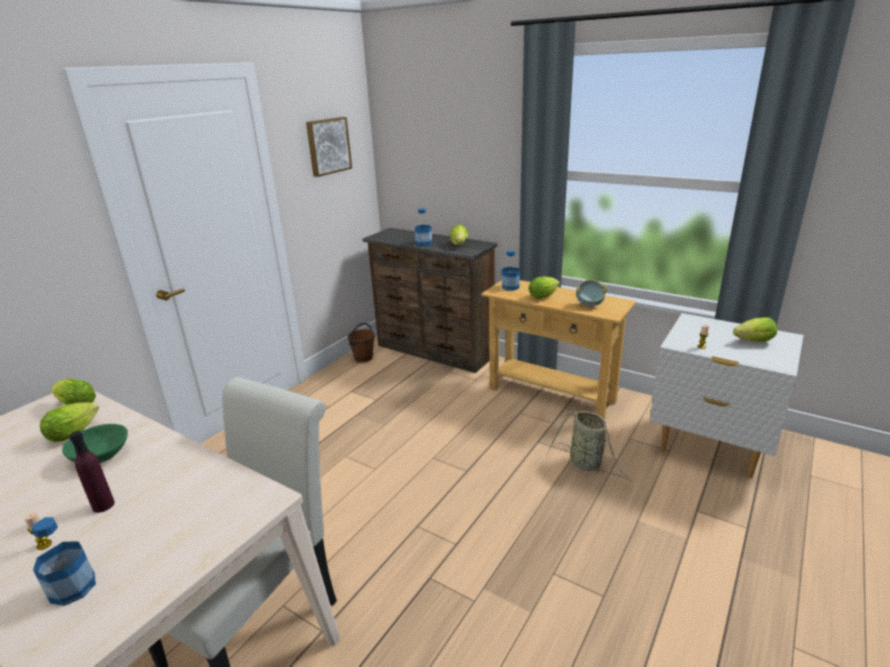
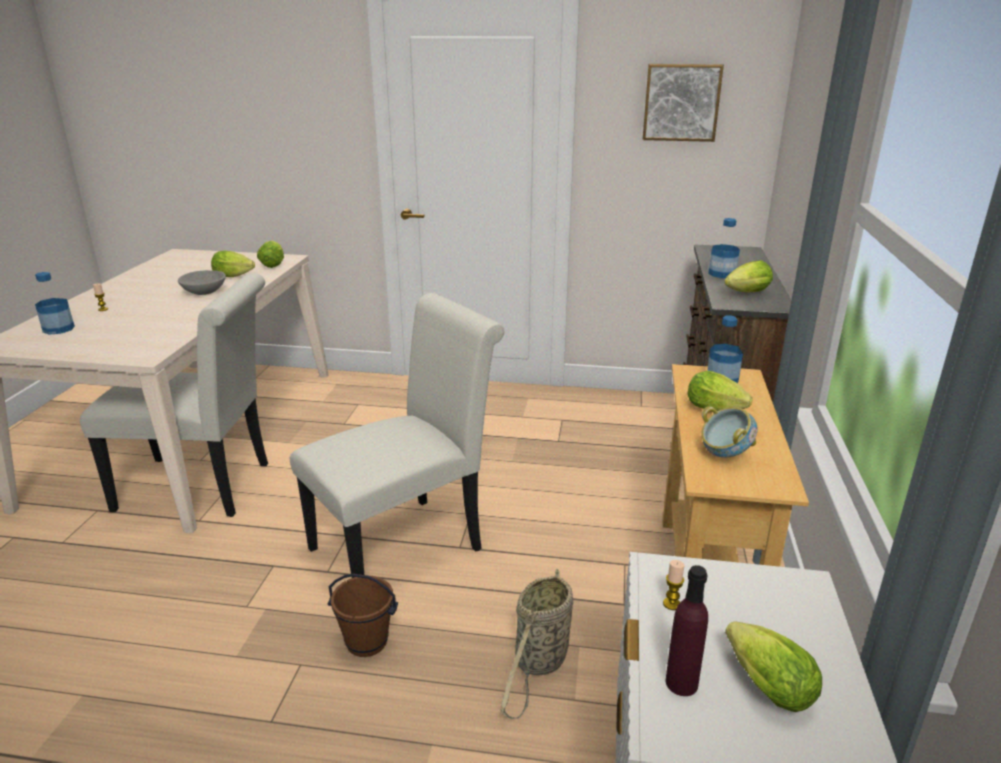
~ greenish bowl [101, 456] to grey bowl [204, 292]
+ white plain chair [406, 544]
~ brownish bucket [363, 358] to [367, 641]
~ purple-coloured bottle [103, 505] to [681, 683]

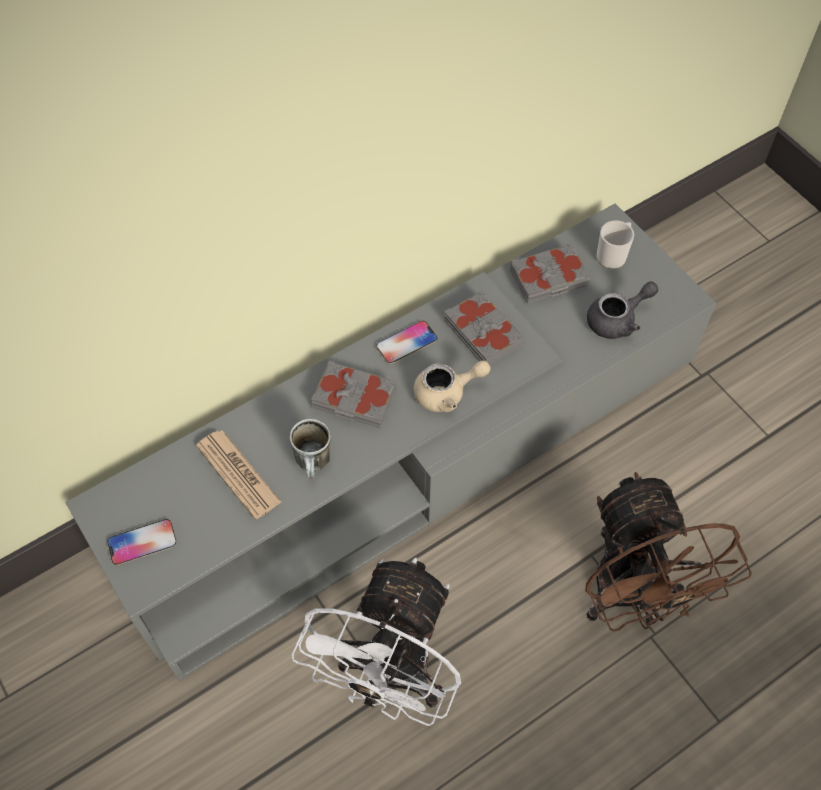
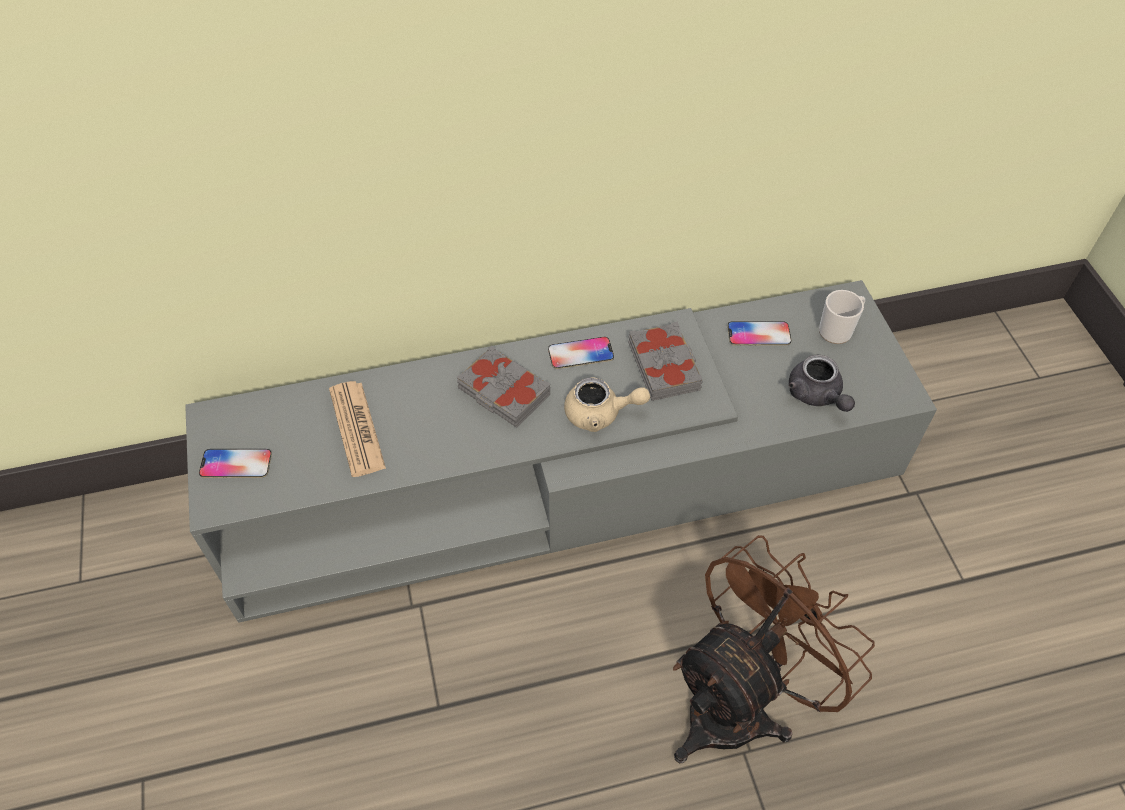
~ brownish fan [631, 597] = [739, 702] 135 degrees counterclockwise
~ grey volume [549, 279] to telephone [758, 334]
~ grey tea pot [617, 320] = [817, 395] 75 degrees clockwise
- mug [315, 465]
- white fan [390, 677]

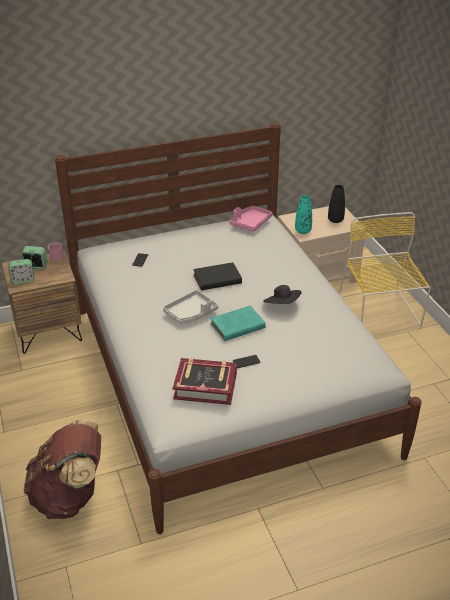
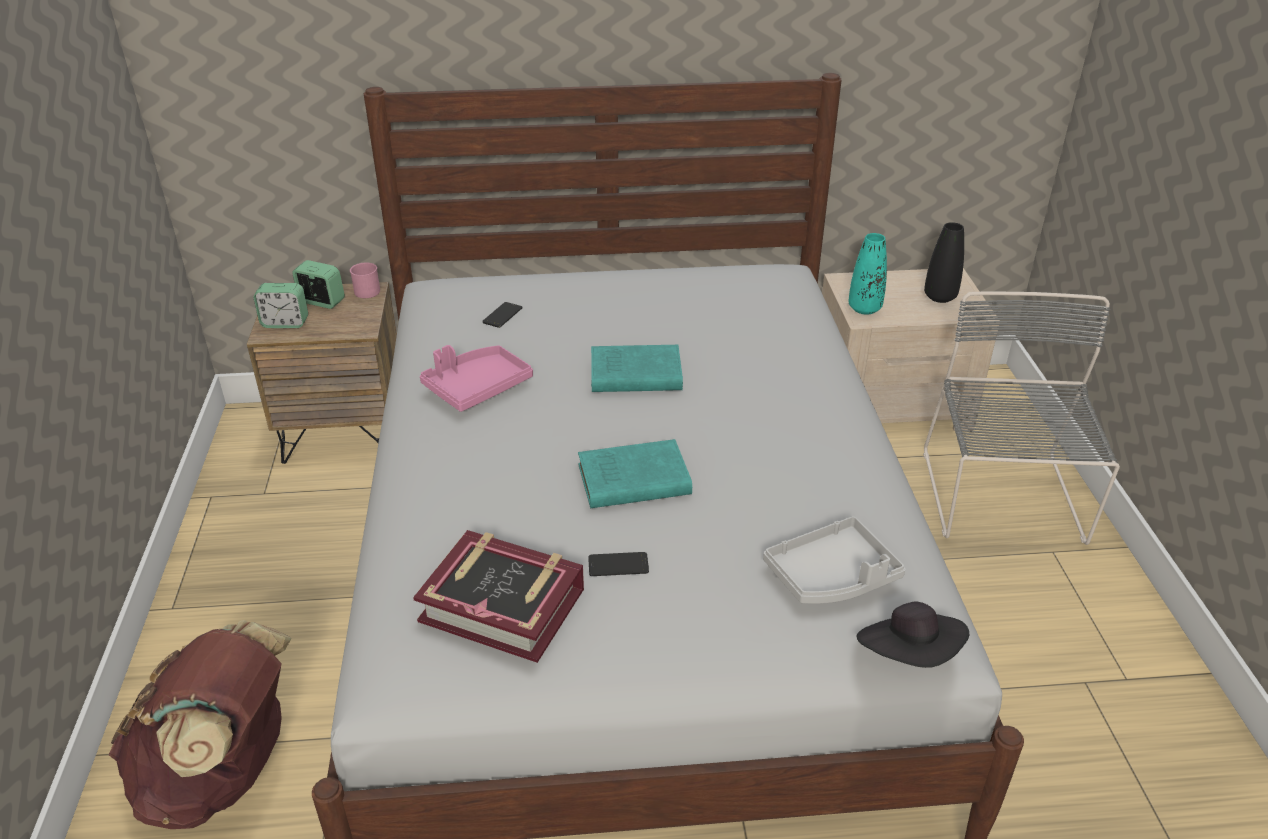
~ pink carrying tray [250, 223] to [477, 387]
~ blackish volume [216, 279] to turquoise-coloured volume [633, 374]
~ grey carrying tray [191, 313] to [832, 576]
~ blackish wearable hat [282, 305] to [909, 655]
~ yellowish plain chair [380, 312] to grey plain chair [1002, 500]

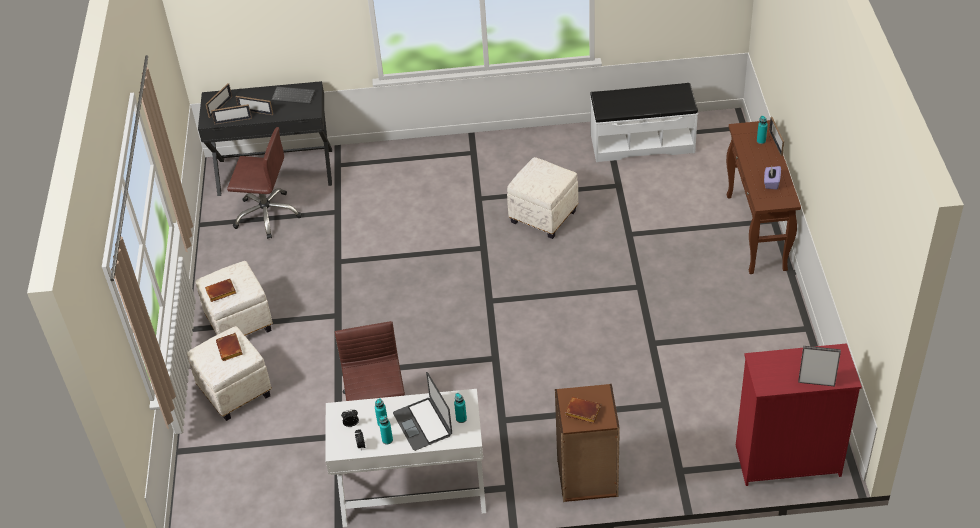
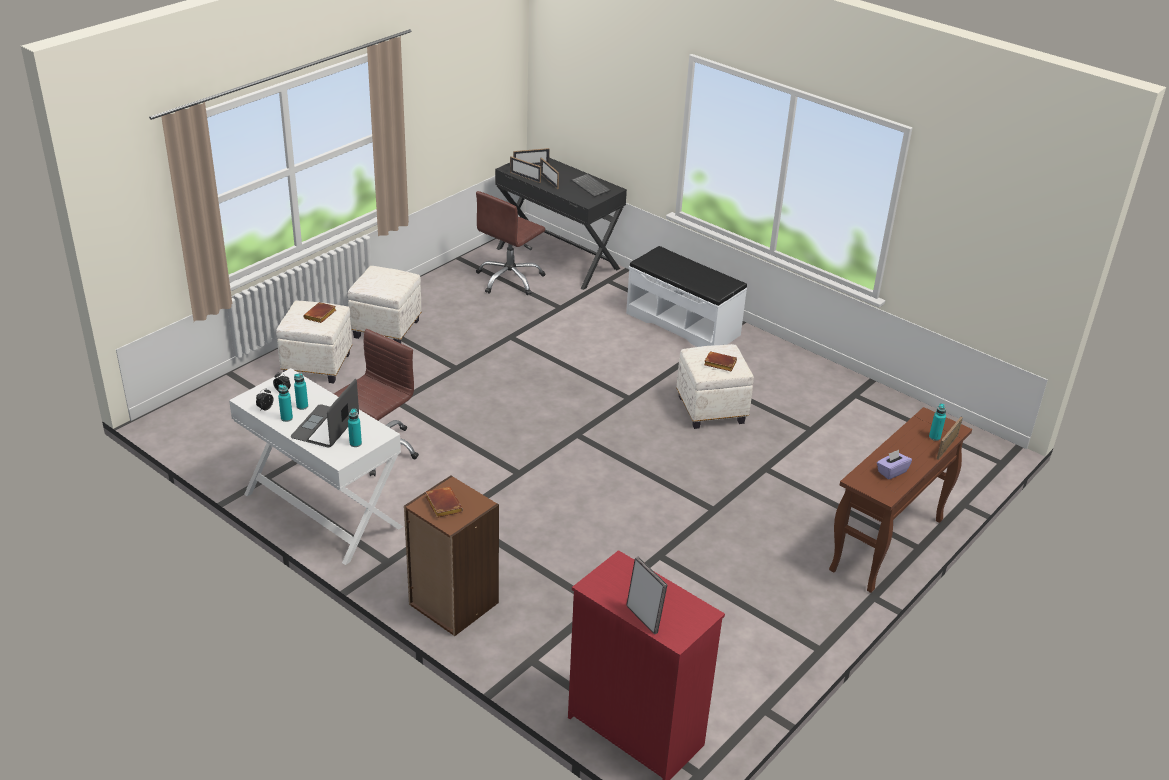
~ brownish desk chair [267, 215] = [510, 279] 75 degrees clockwise
~ white indoor bench [642, 142] to [683, 324]
~ brownish volume [220, 293] to [719, 364]

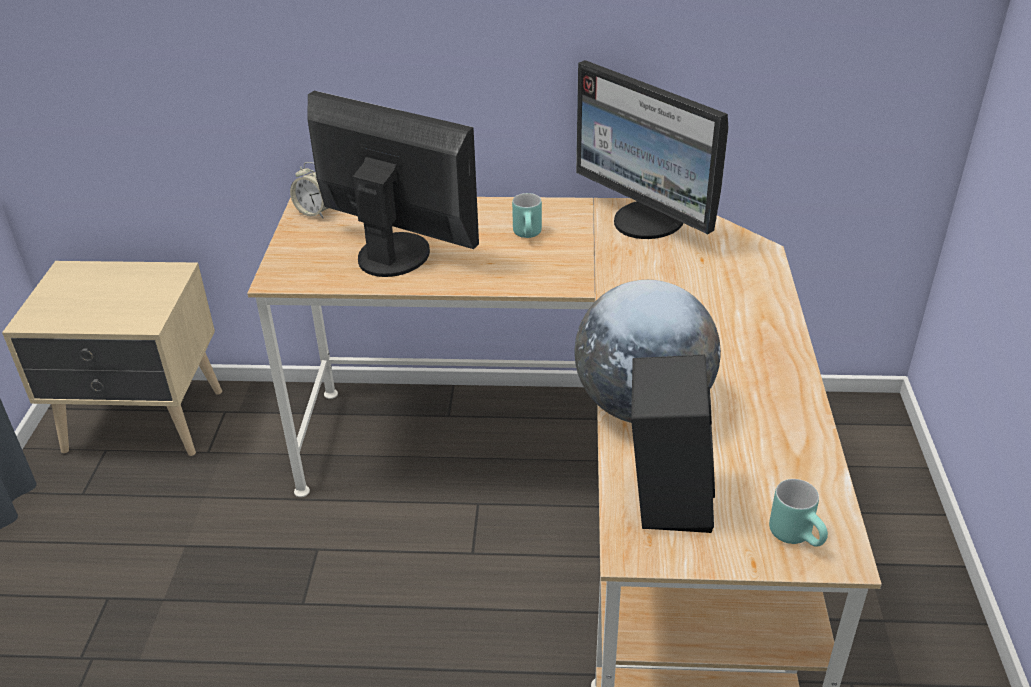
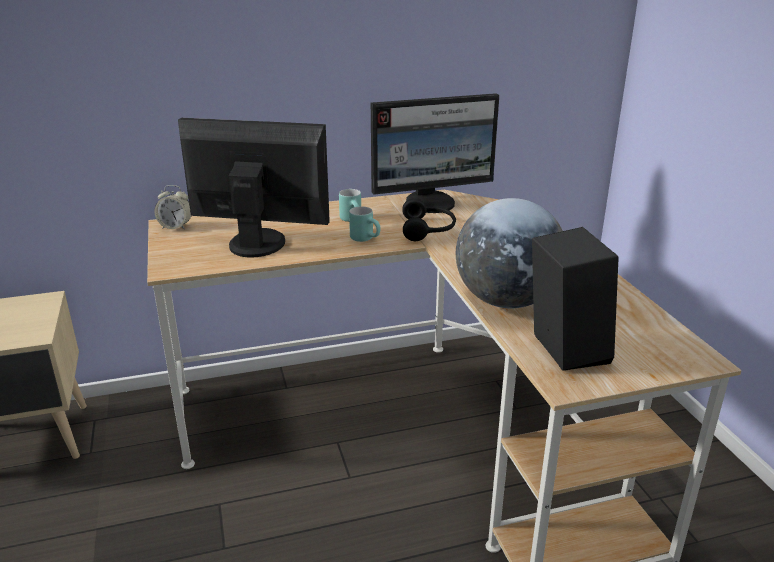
~ turquoise-coloured mug [798, 536] to [366, 239]
~ computer display [647, 222] = [431, 203] 45 degrees counterclockwise
+ blackish headset [428, 230]

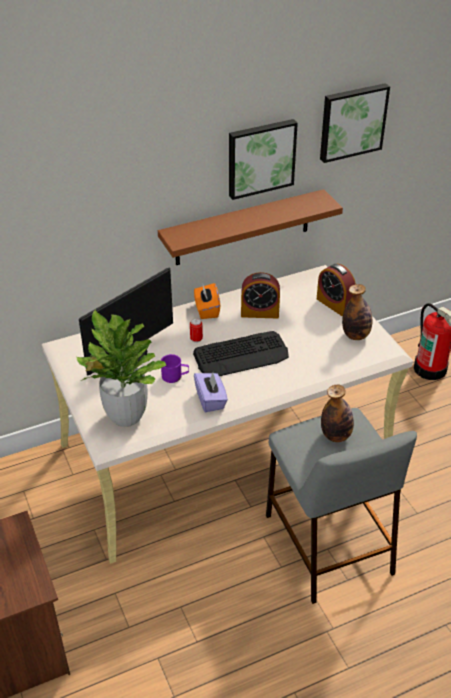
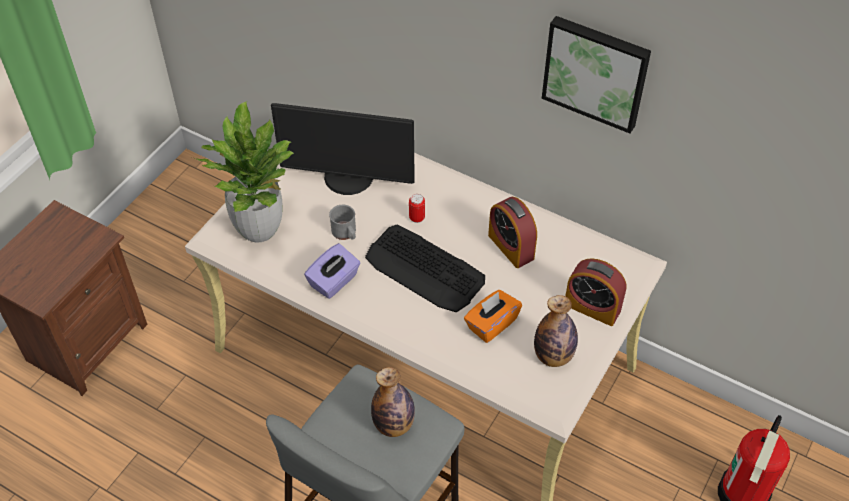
~ purple-coloured mug [175, 376] to grey mug [345, 233]
~ orange tissue holder [207, 310] to [491, 324]
~ bedside clock [334, 304] = [592, 307] 75 degrees counterclockwise
- brownish shelf [243, 228]
- wall picture [352, 121]

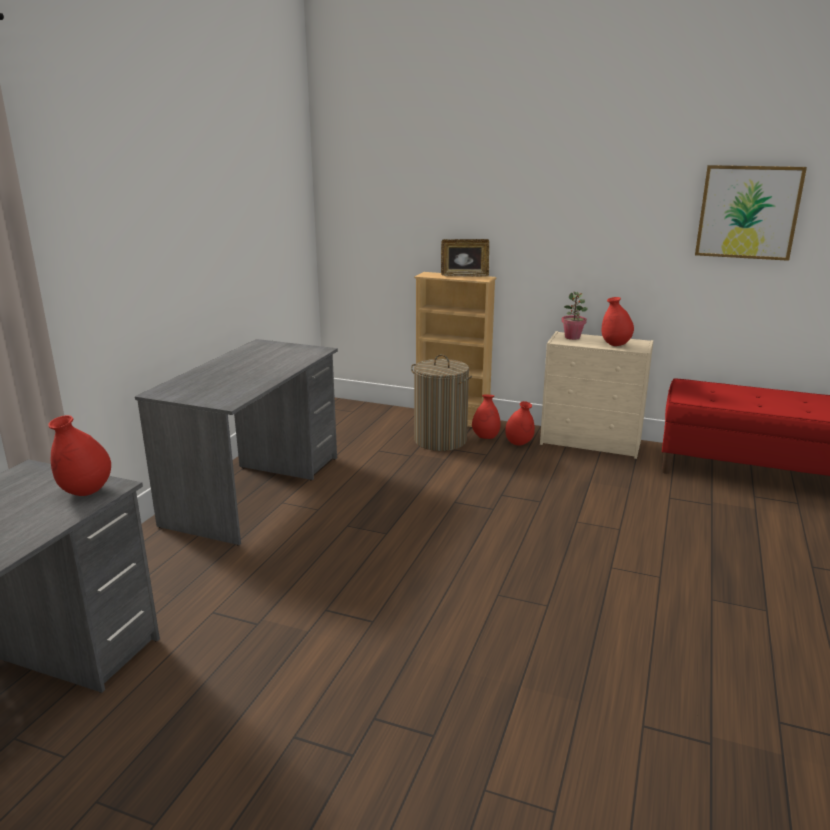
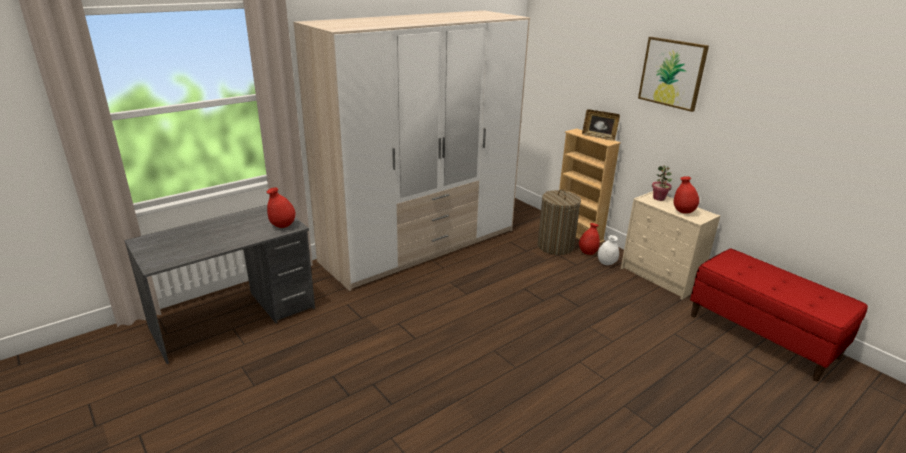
~ grey desk table [255, 490] to clothes cupboard [421, 246]
~ red flower vase [519, 443] to white flower vase [606, 263]
~ wall picture [748, 212] to [672, 73]

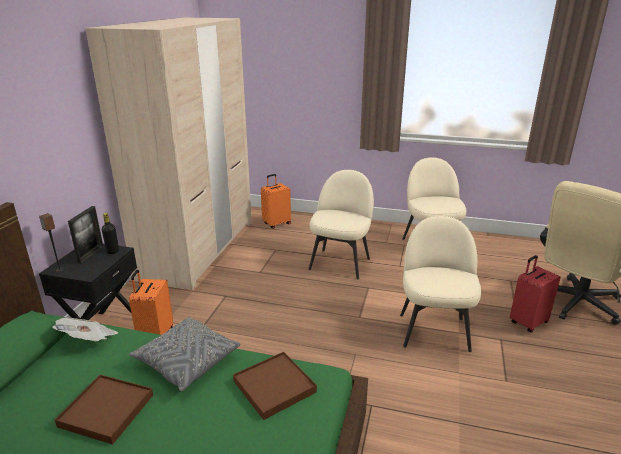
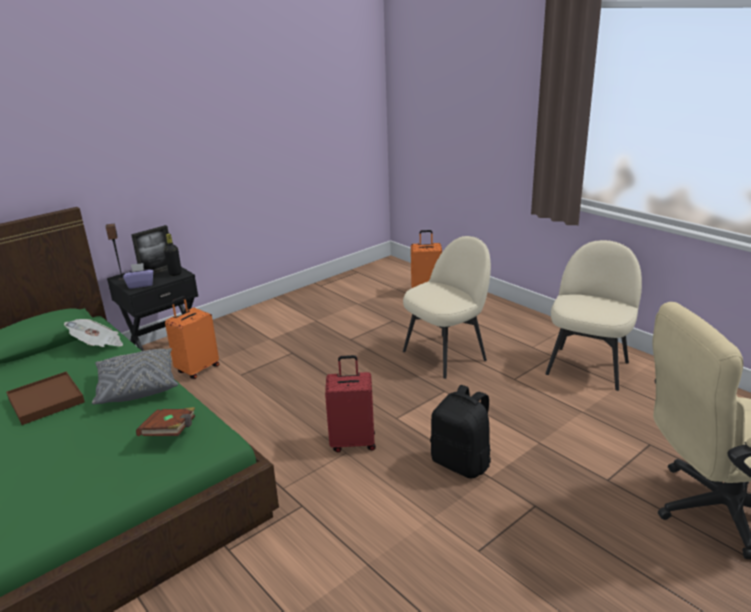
+ purple-coloured tissue holder [141, 284]
~ brownish carrying tray [274, 386] to brownish volume [171, 432]
~ red piece of luggage [527, 322] to [353, 442]
~ beige-coloured plain chair [433, 330] to blackish rucksack [462, 463]
- beige-coloured clothes cupboard [198, 248]

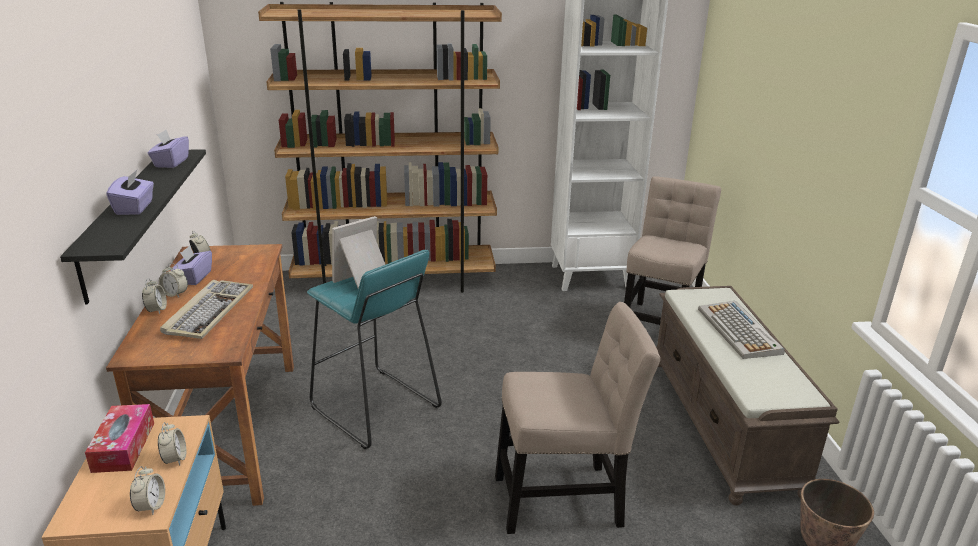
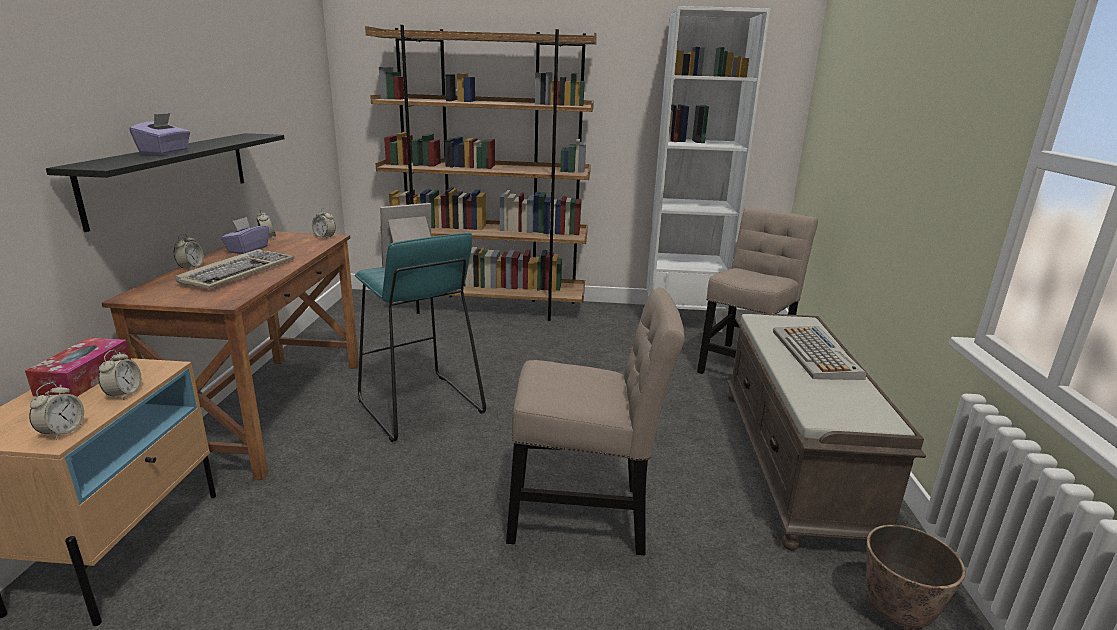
~ bedside clock [175, 294] to [325, 237]
- purple-coloured tissue holder [171, 163]

